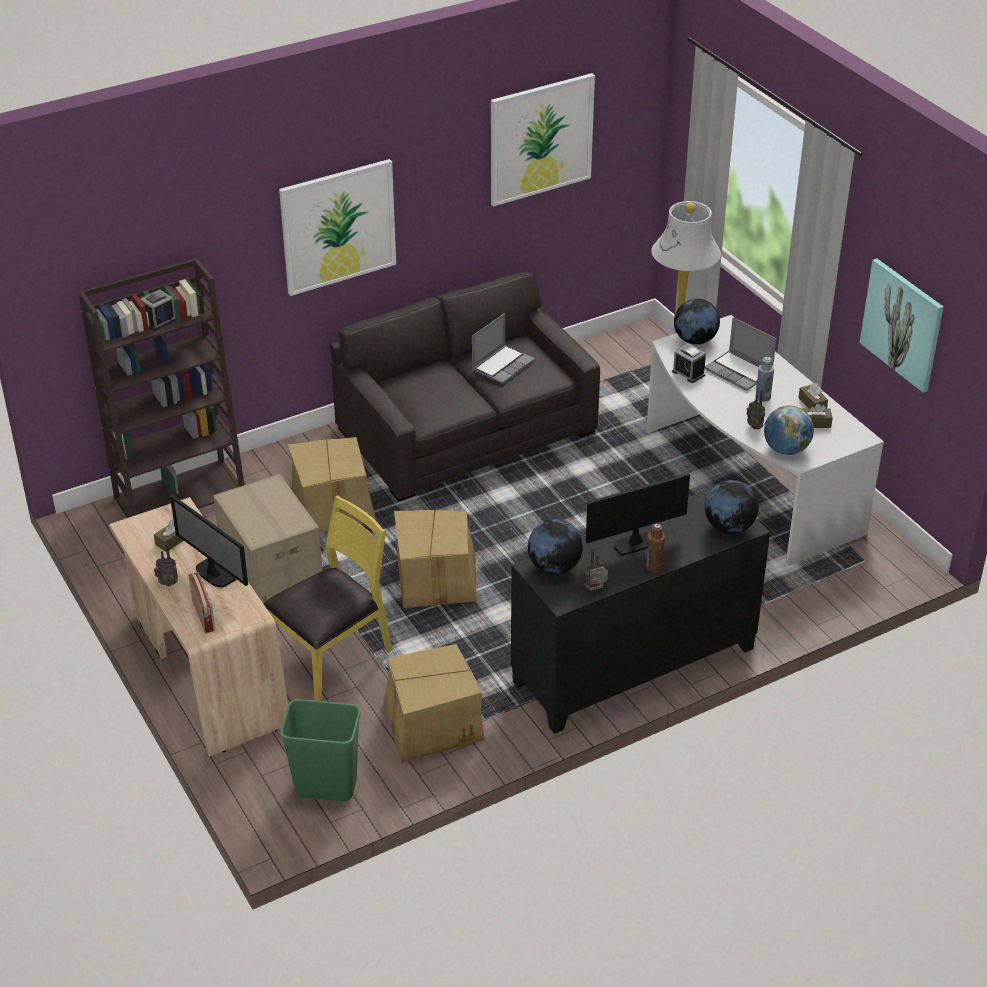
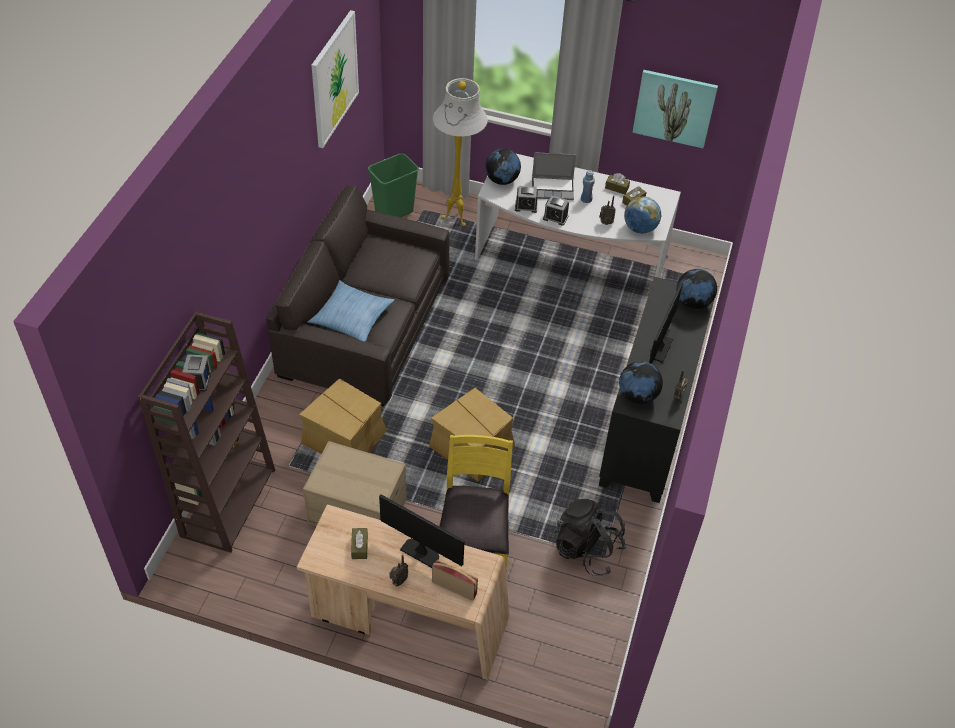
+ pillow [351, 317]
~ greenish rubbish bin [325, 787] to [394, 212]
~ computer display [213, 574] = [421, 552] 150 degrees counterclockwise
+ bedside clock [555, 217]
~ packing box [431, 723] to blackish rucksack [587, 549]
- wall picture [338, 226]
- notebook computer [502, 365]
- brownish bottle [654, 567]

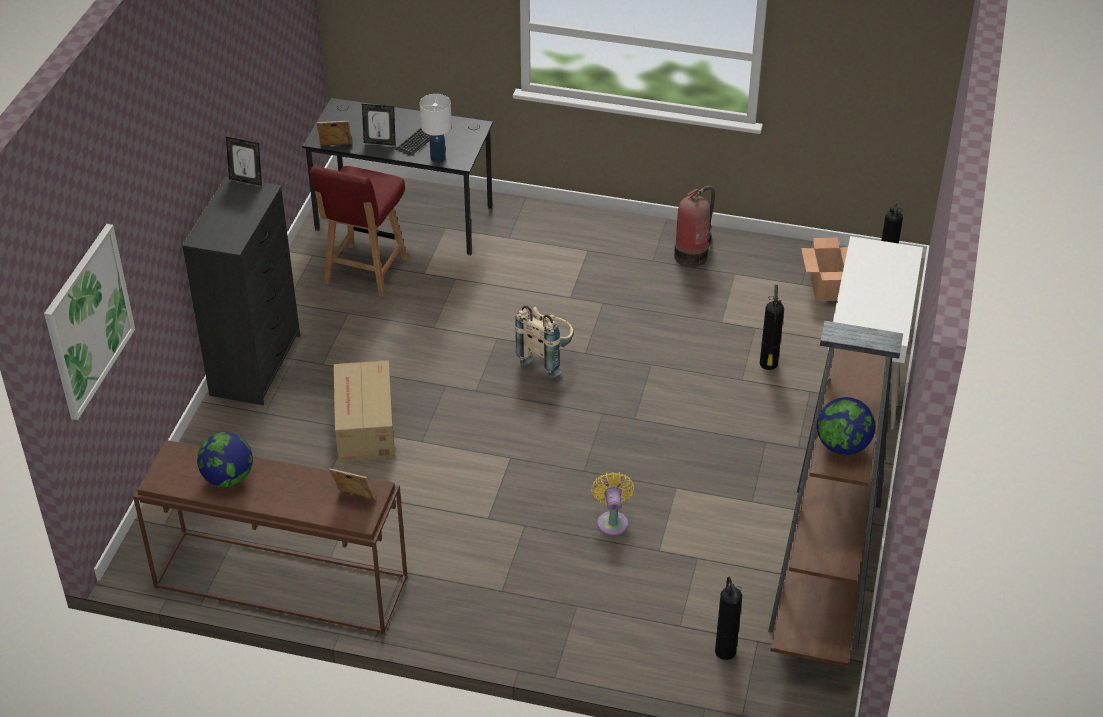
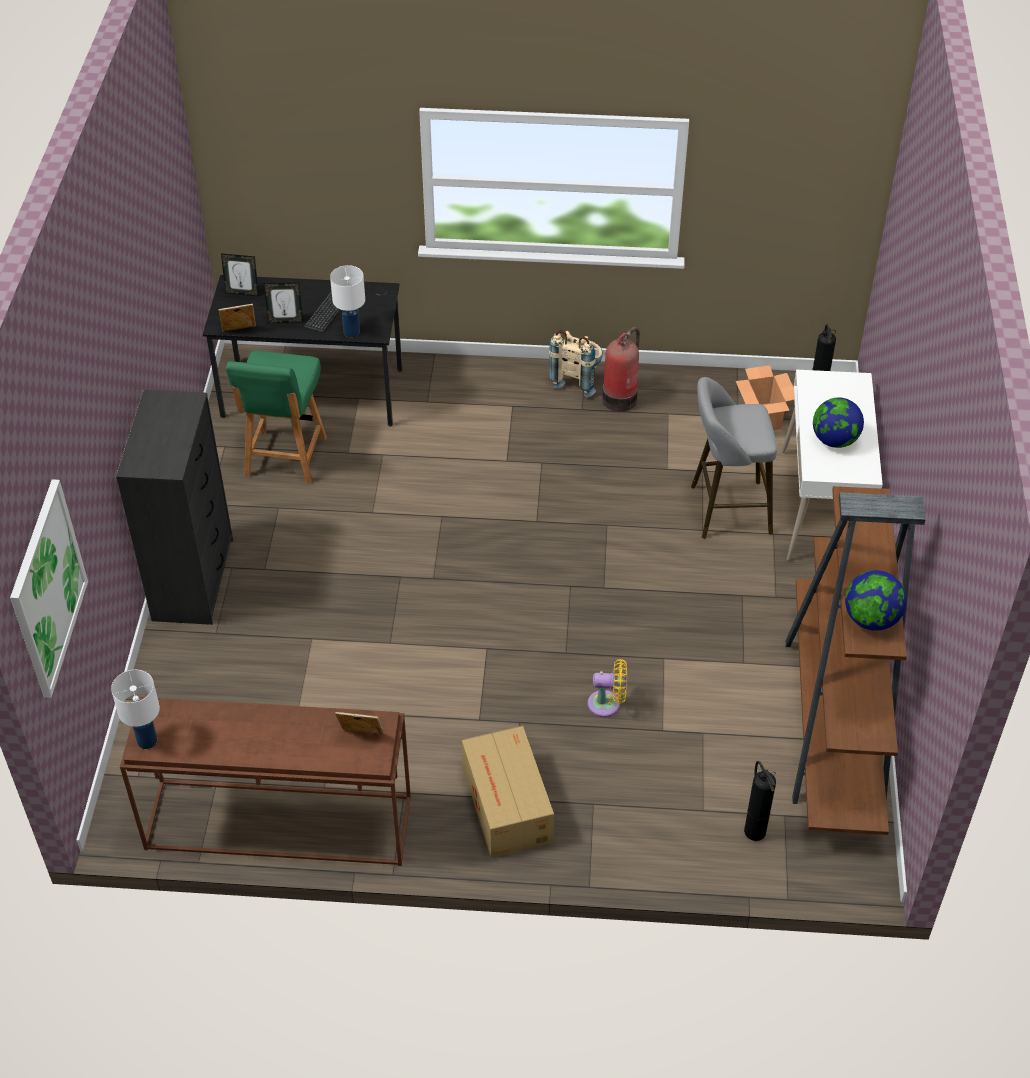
+ white tabletop lamp [146, 740]
~ picture frame [246, 180] to [242, 293]
~ red plain chair [365, 271] to greenish plain chair [285, 458]
~ packing box [364, 427] to [506, 806]
~ beige-coloured rucksack [547, 358] to [577, 379]
~ yellowish fan [612, 521] = [607, 704] 105 degrees clockwise
~ fire-fighting cylinder [768, 365] to grey sitting stool [725, 510]
~ desk globe [228, 478] to [834, 440]

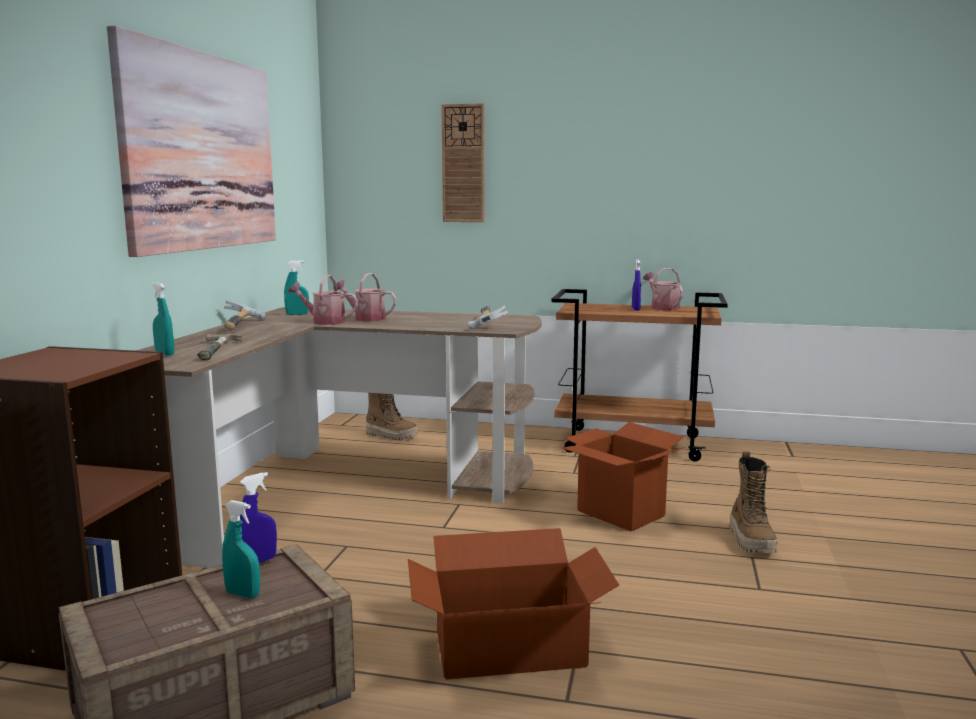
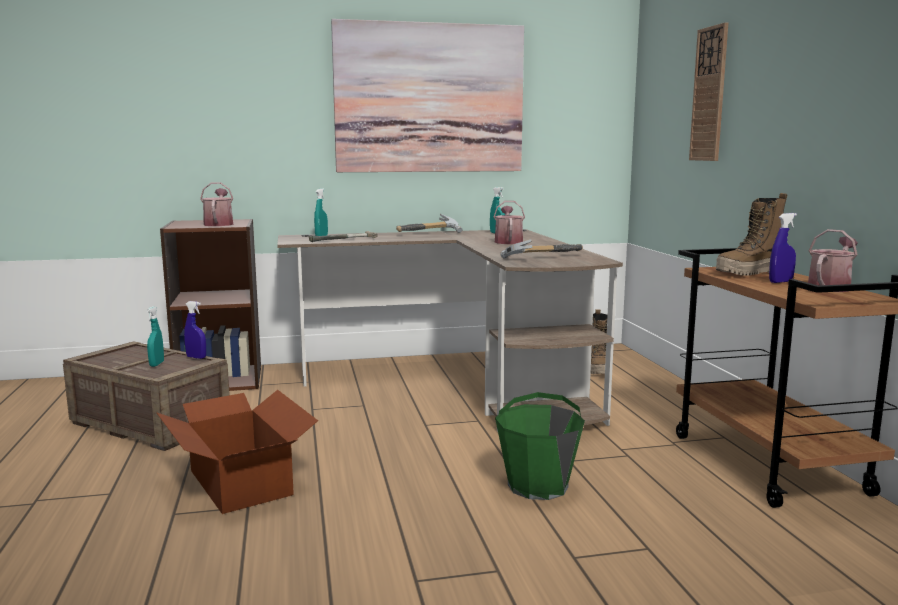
~ sprinkling can [324, 321] to [219, 224]
~ packing box [620, 513] to greenish bucket [538, 485]
~ boot [751, 541] to [748, 273]

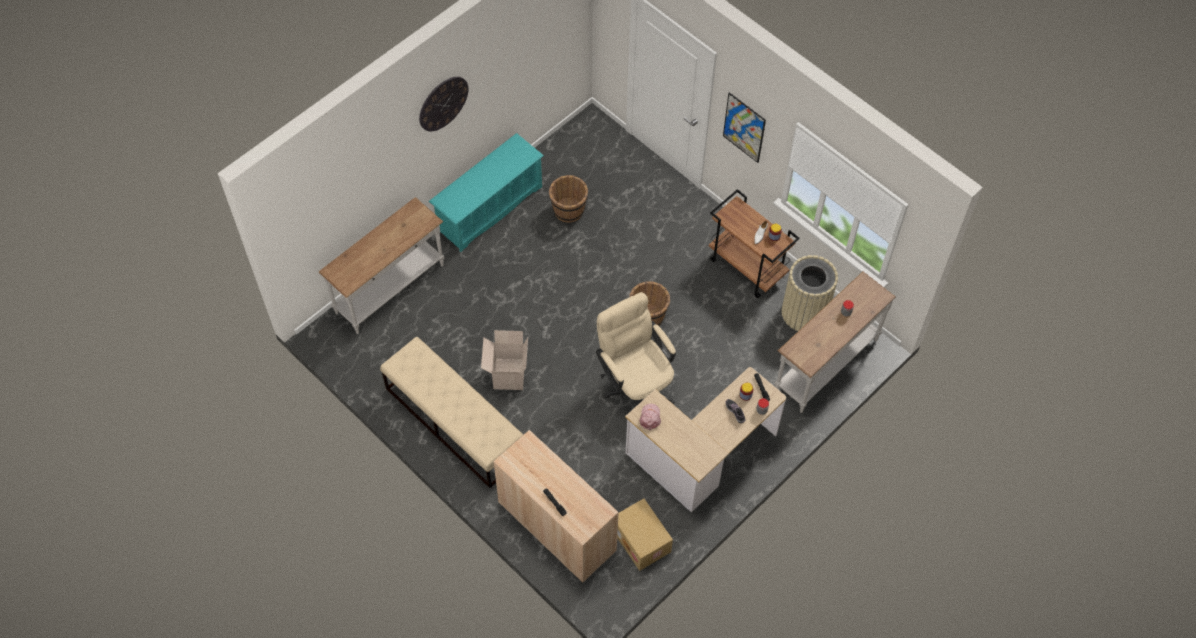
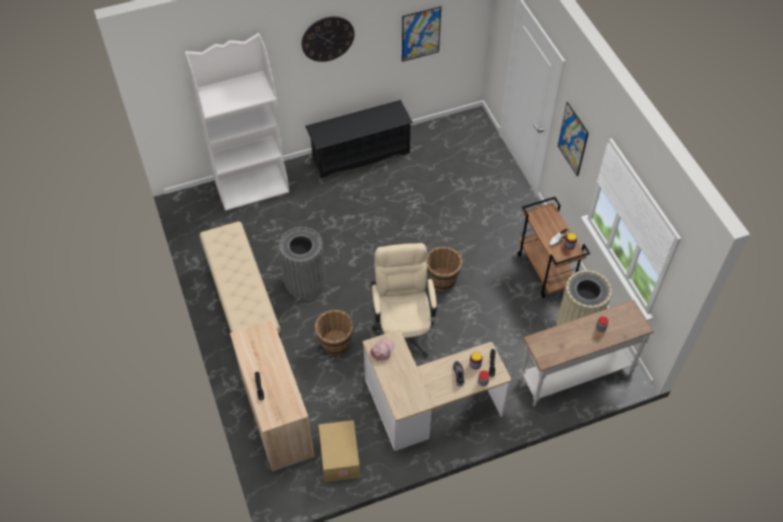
~ white console table [391, 289] to white bookcase [252, 187]
~ packing box [507, 374] to grey rubbish bin [305, 281]
~ turquoise-coloured shoe rack [489, 208] to blackish shoe rack [360, 154]
~ brownish bucket [568, 211] to [335, 343]
+ wall picture [420, 34]

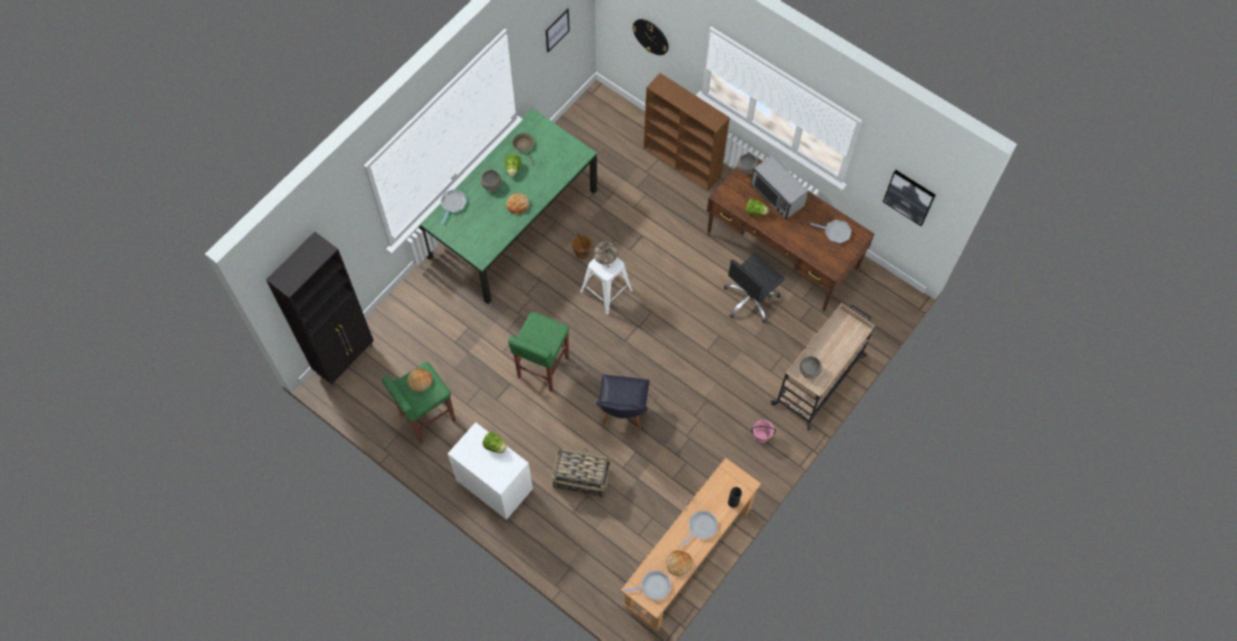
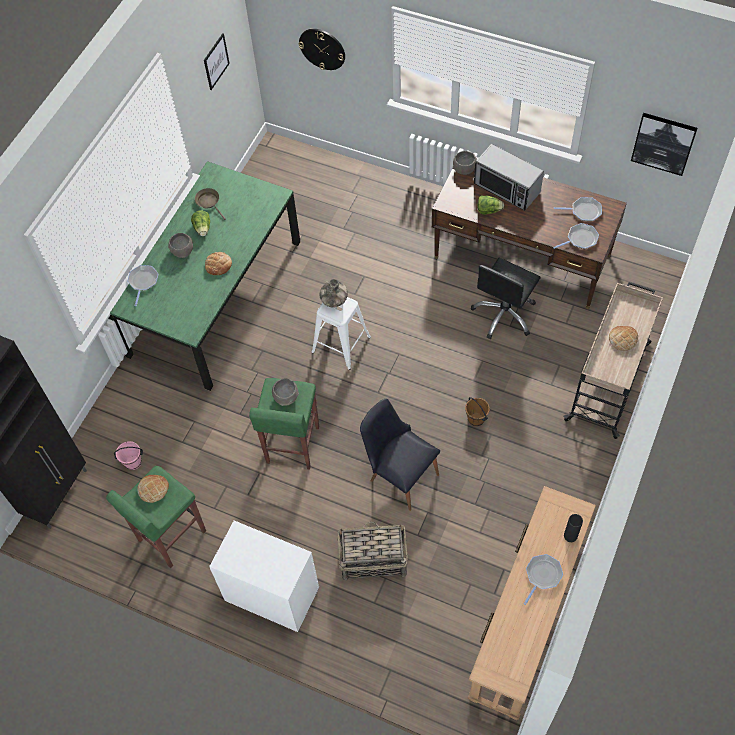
~ pink bucket [761, 437] to [133, 463]
~ grey bowl [809, 371] to [286, 397]
~ blackish plain chair [622, 413] = [399, 473] 135 degrees clockwise
~ brownish bucket [582, 253] to [476, 419]
~ skillet [653, 586] to [580, 239]
~ baked bread [679, 563] to [623, 339]
- head of lettuce [495, 446]
- brownish bookcase [682, 162]

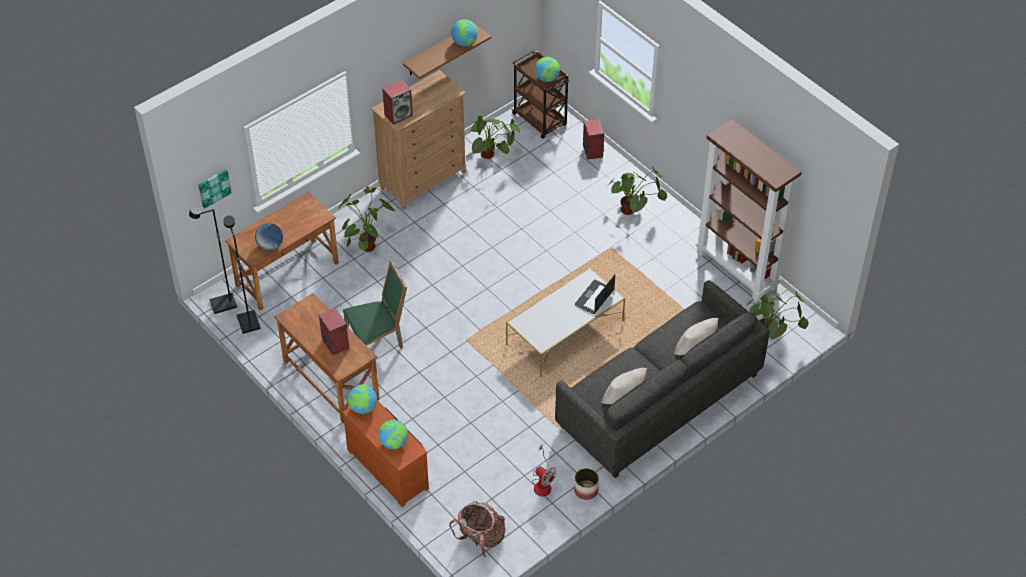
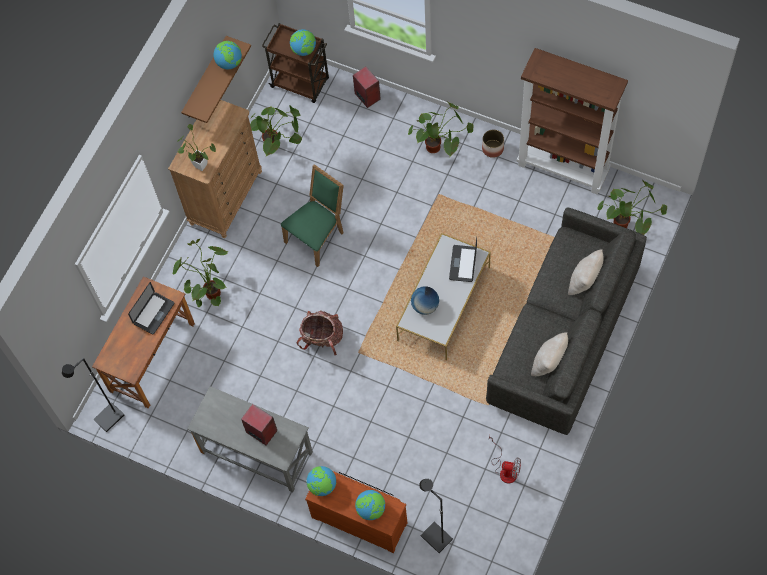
+ notebook computer [154, 313]
~ speaker [398, 114] to plant in a pot [198, 164]
~ brownish desk table [330, 380] to grey desk table [256, 452]
~ greenish plain chair [377, 341] to [317, 236]
~ rucksack [480, 538] to [322, 339]
~ desk globe [270, 246] to [425, 306]
~ blackish standard lamp [248, 323] to [435, 538]
~ plant pot [586, 490] to [493, 149]
- wall picture [214, 187]

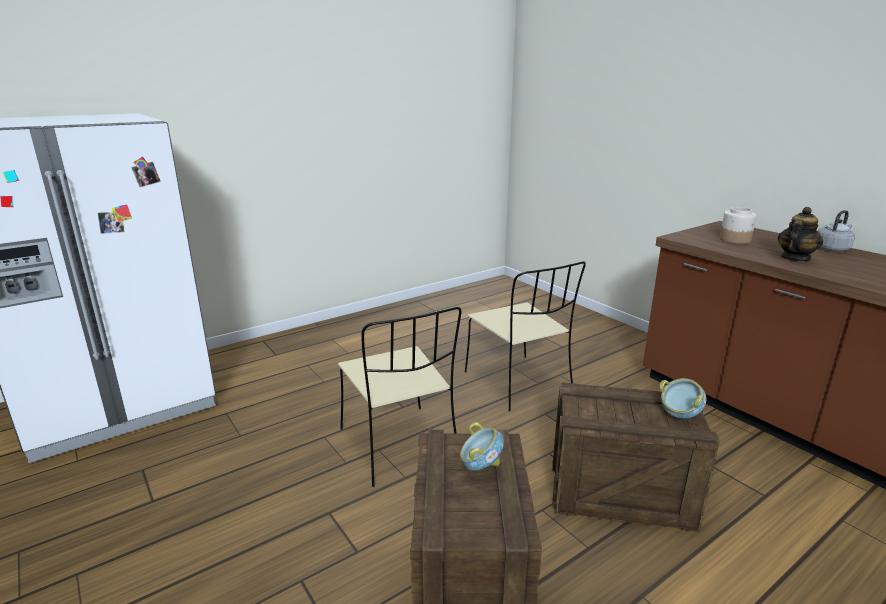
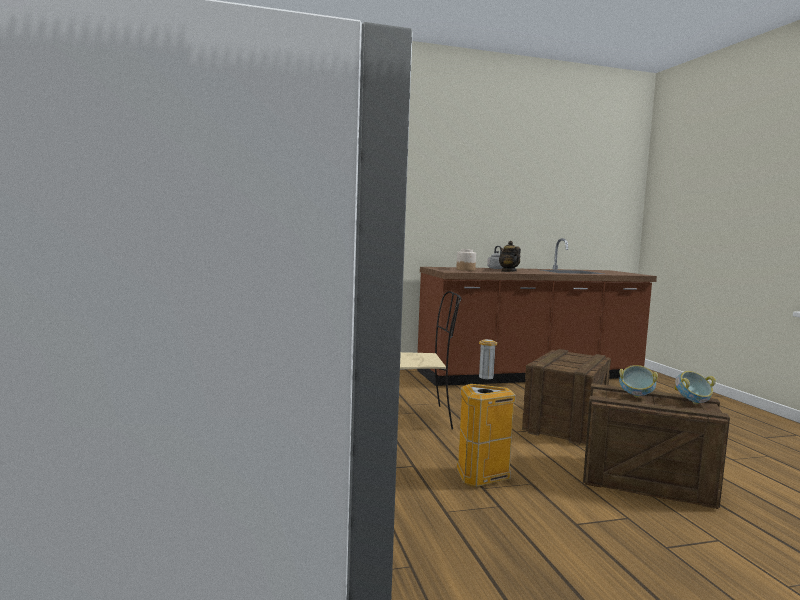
~ beige-coloured plain chair [400, 446] to rubbish bin [482, 478]
~ bowl [679, 415] to [692, 403]

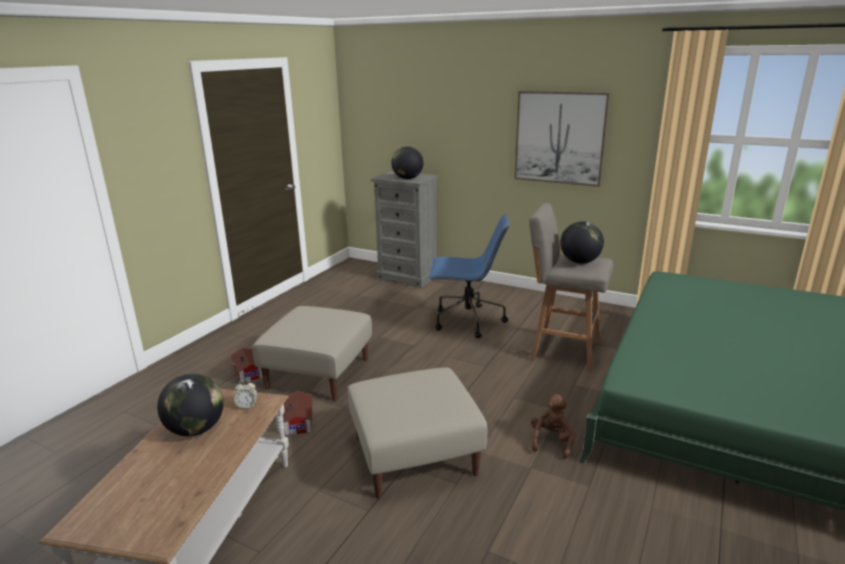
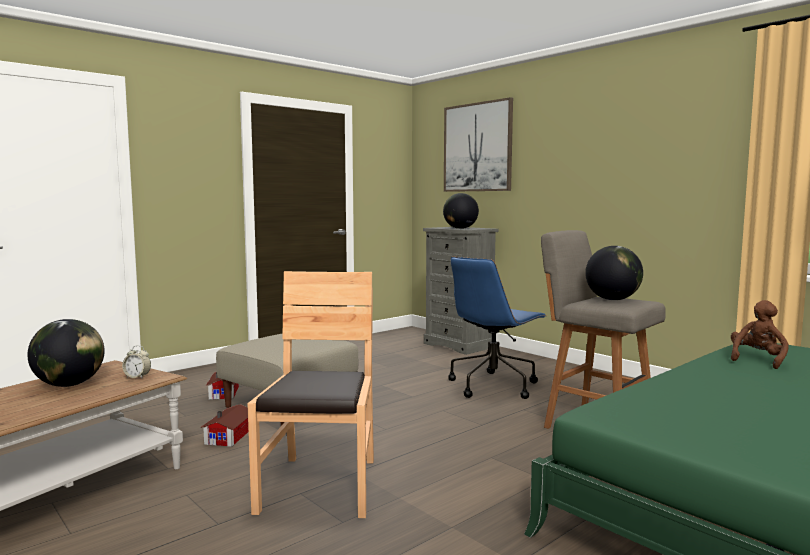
~ beige-coloured ottoman [415, 454] to brownish plain chair [321, 485]
~ wall picture [560, 138] to [477, 147]
~ blue-coloured desk chair [466, 321] = [493, 385] 105 degrees clockwise
~ brownish soft toy [551, 442] to [757, 360]

